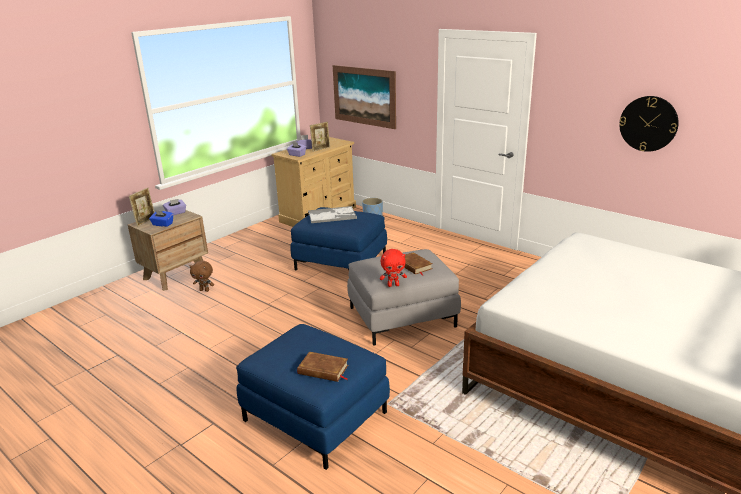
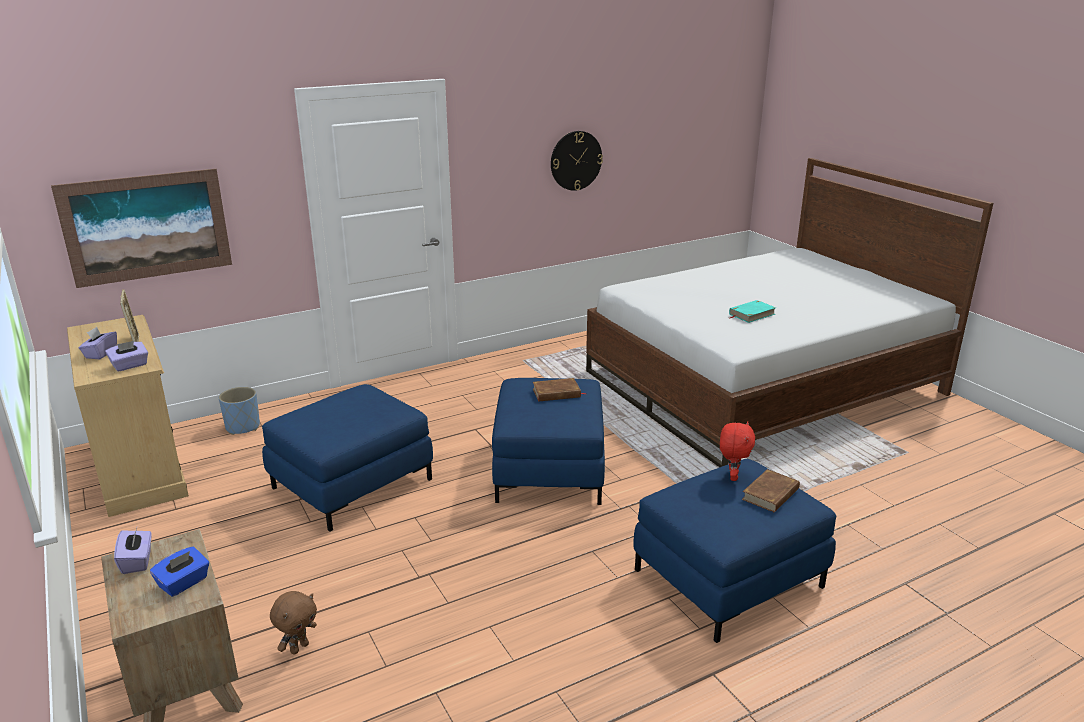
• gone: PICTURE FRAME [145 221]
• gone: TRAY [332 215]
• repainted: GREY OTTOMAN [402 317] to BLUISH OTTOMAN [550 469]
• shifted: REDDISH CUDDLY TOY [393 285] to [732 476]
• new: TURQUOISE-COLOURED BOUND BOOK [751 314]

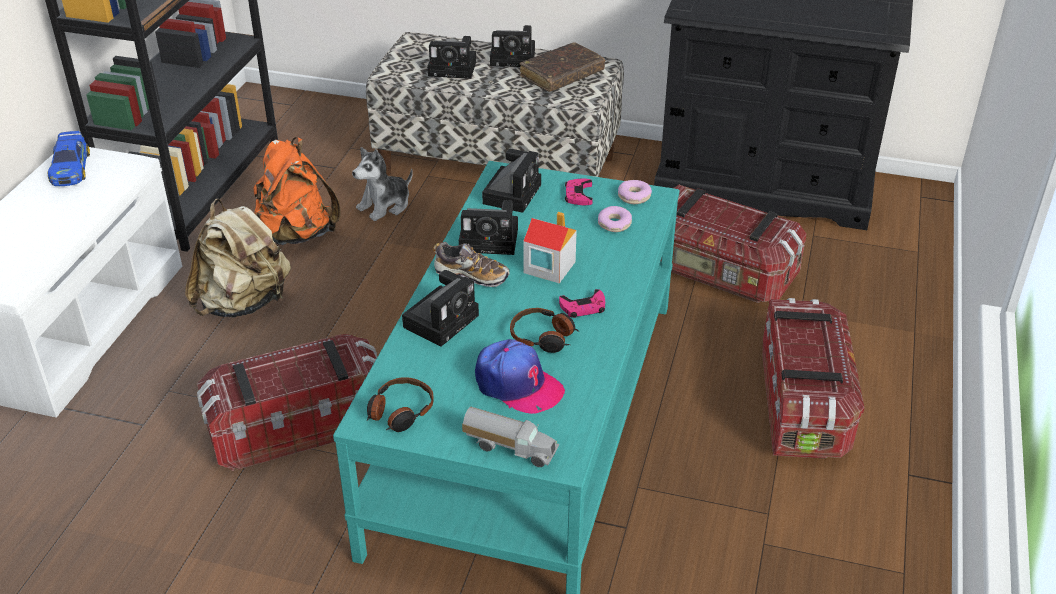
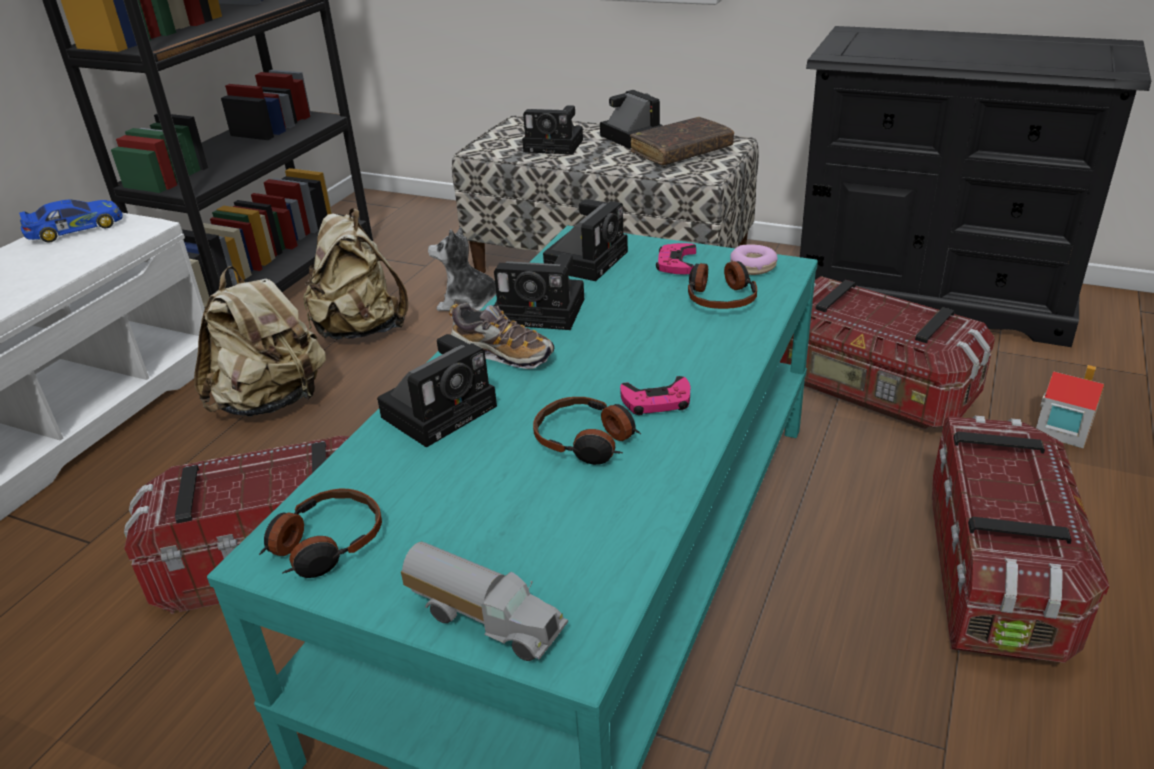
• rotated: PHOTO CAMERA [515 58] = [629 136] 135 degrees counterclockwise
• rotated: MODEL CAR [70 168] = [75 229] 120 degrees counterclockwise
• repainted: ORANGEY KNAPSACK [296 234] to BEIGE KNAPSACK [360 329]
• rotated: CUDDLY TOY [385 206] = [469 304] 45 degrees clockwise
• swapped: DONUT [614 224] to PAIR OF HEADPHONES [720 297]
• shifted: MINIATURE HOUSE [548 267] to [1062 429]
• gone: PEAKED CAP [517 385]

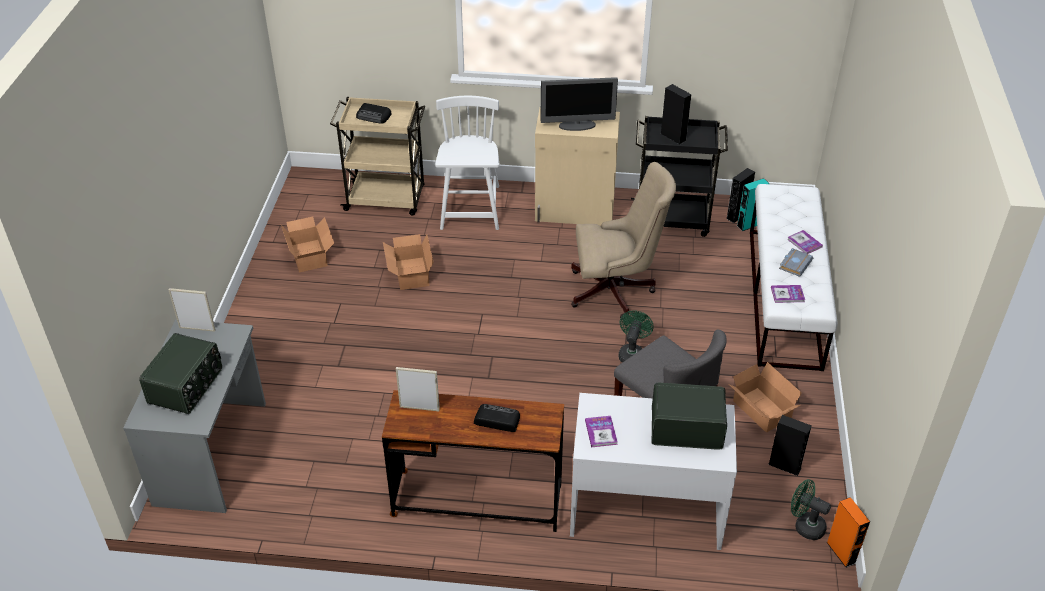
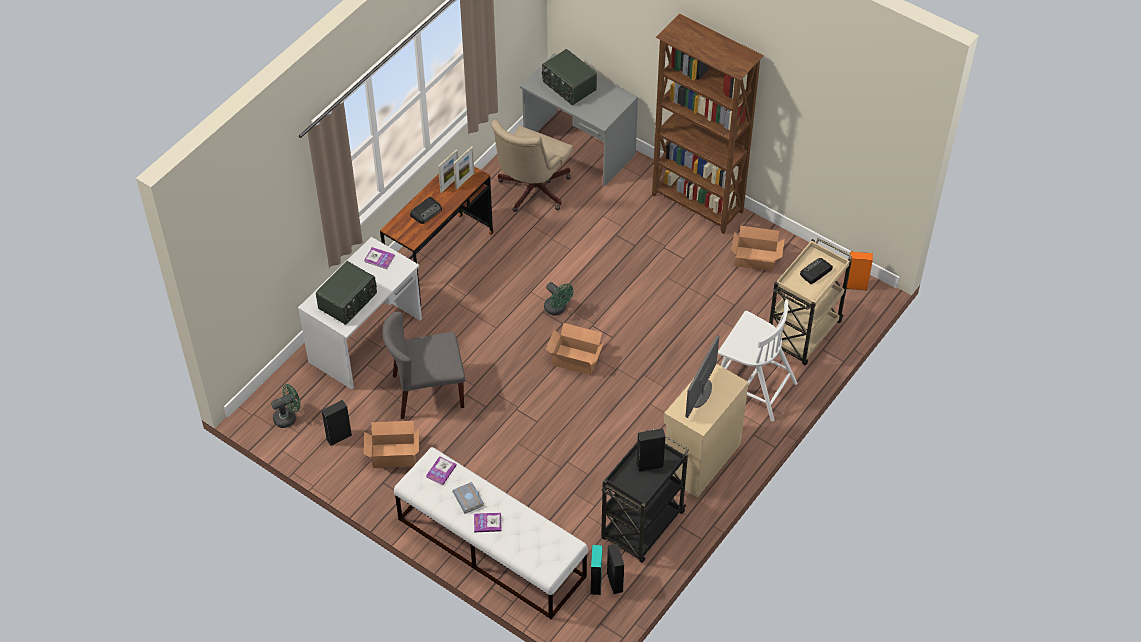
• shifted: BEIGE DESK CHAIR [616 291] to [531 191]
• shifted: PACKING BOX [410 274] to [575 358]
• shifted: PICTURE FRAME [197 329] to [449 184]
• shifted: GREEN FAN [632 353] to [557 309]
• shifted: ORANGEY LOUDSPEAKER [841 552] to [855 286]
• new: BROWN BOOKCASE [697 204]

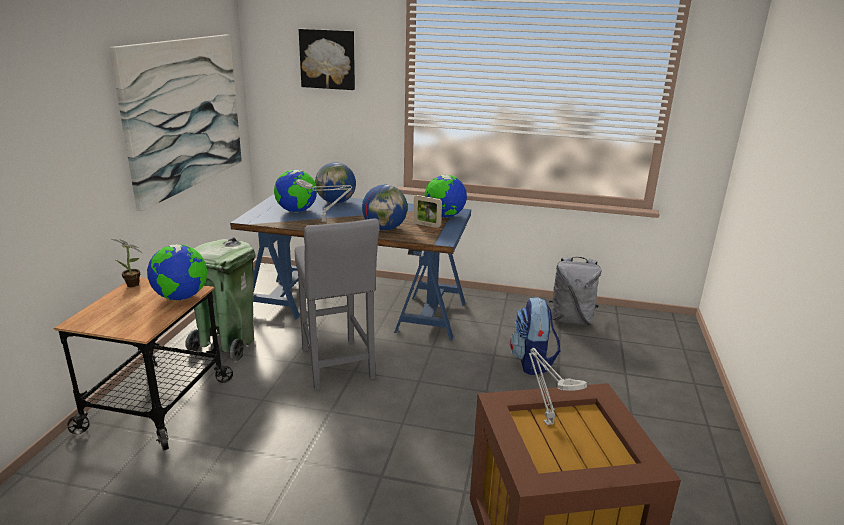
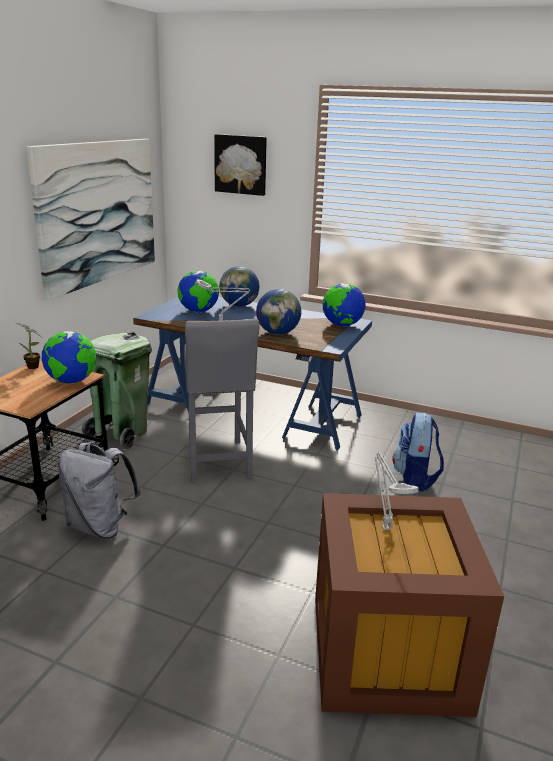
• gone: PICTURE FRAME [426 225]
• shifted: GREY KNAPSACK [571 319] to [100 526]

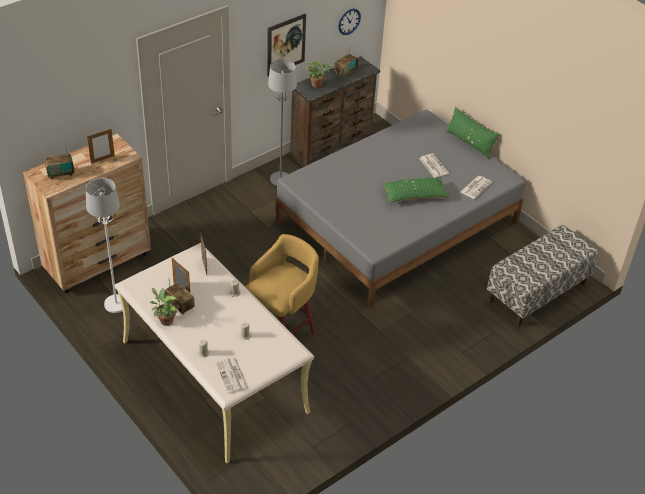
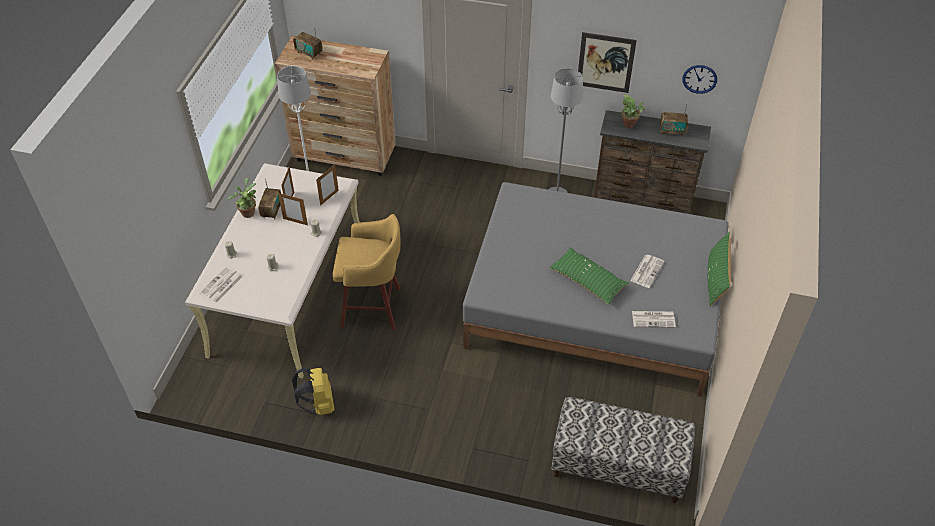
• shifted: PICTURE FRAME [102 159] to [295 222]
• new: YELLOW-COLOURED KNAPSACK [318 404]

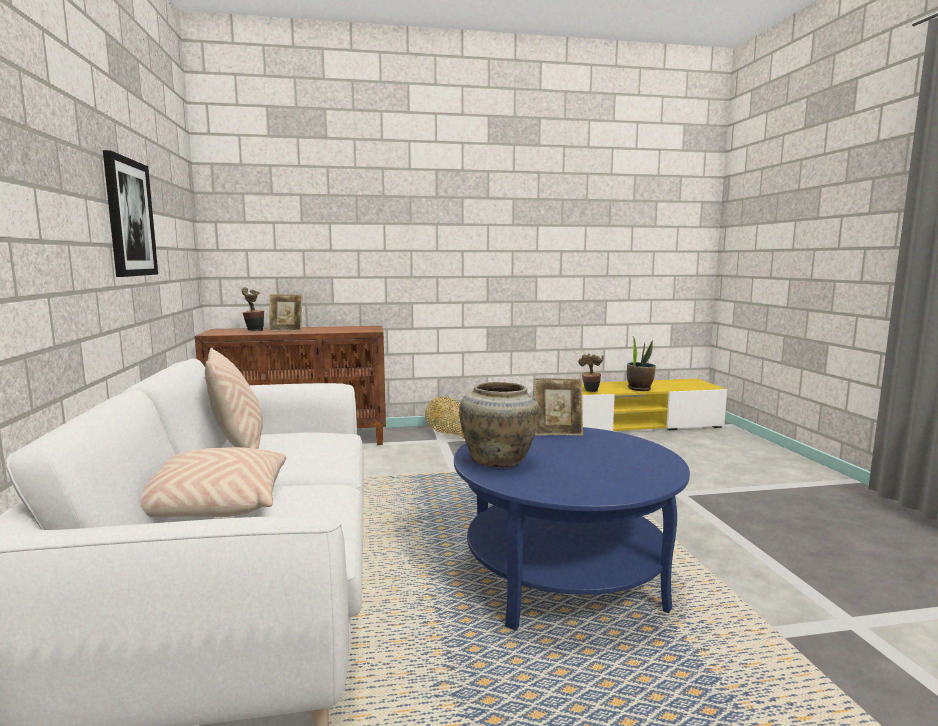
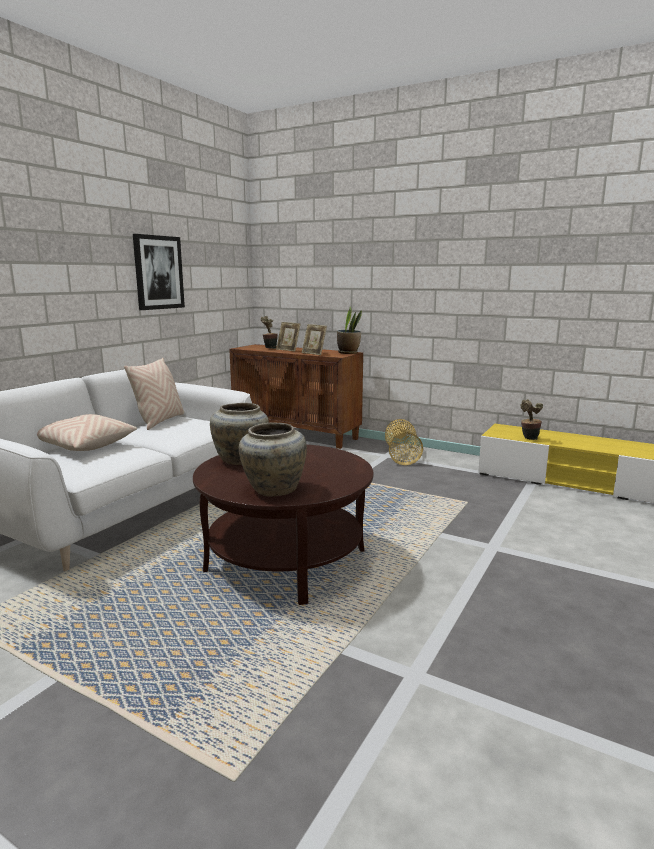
• shifted: HOUSEPLANT [639 389] to [348 352]
• shifted: PICTURE FRAME [557 433] to [314 353]
• repainted: BLUISH LOUNGE TABLE [563 575] to BROWN LOUNGE TABLE [286 560]
• new: BEIGE VASE [273 490]

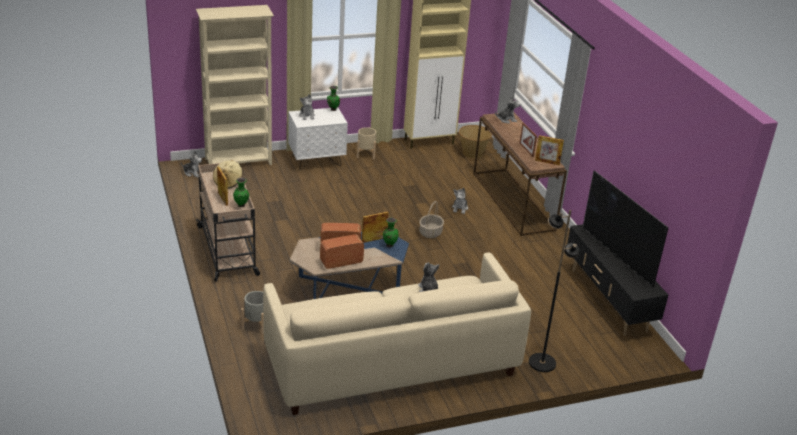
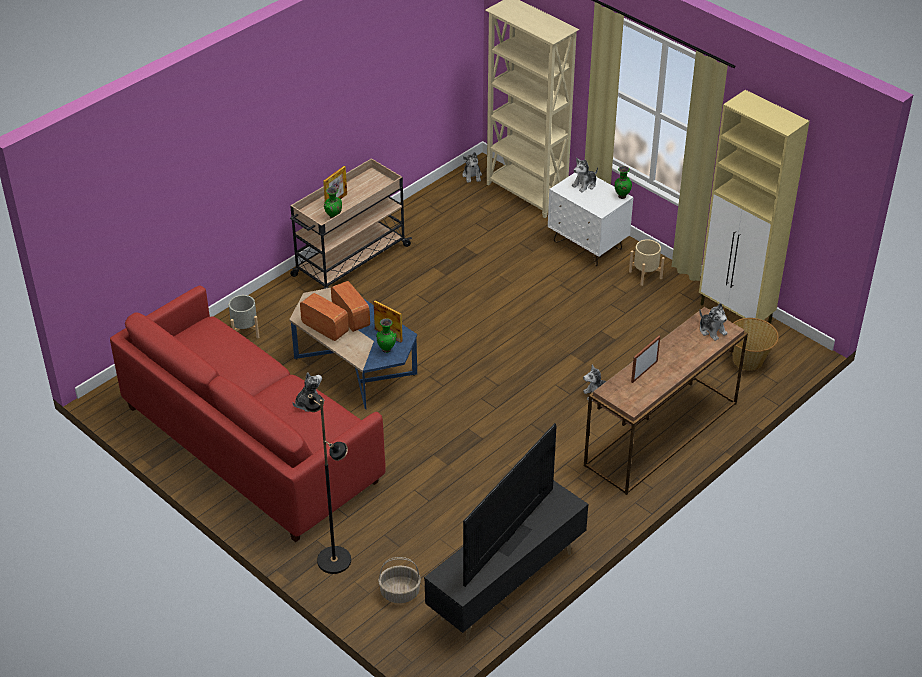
• gone: PICTURE FRAME [547 162]
• gone: BEIGE WEARABLE HAT [228 182]
• shifted: HOUSEHOLD BASKET [430 233] to [400 592]
• repainted: BEIGE COUCH [391 363] to REDDISH COUCH [251 444]

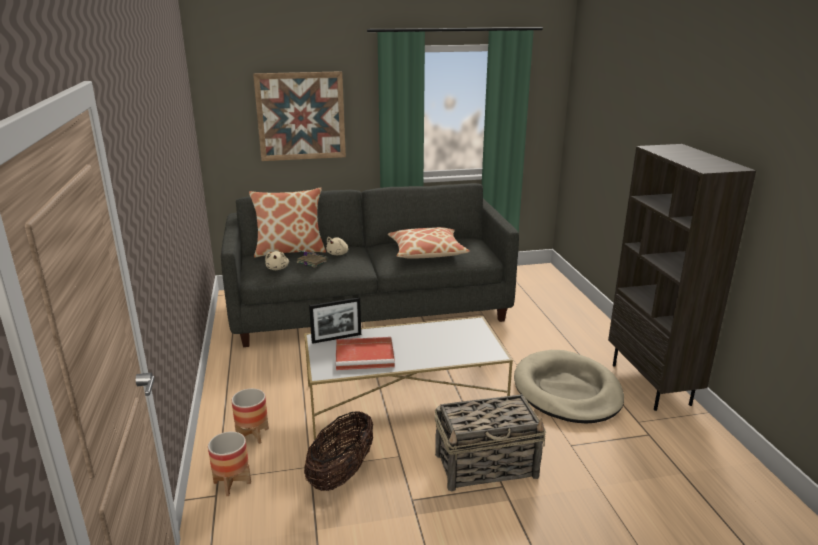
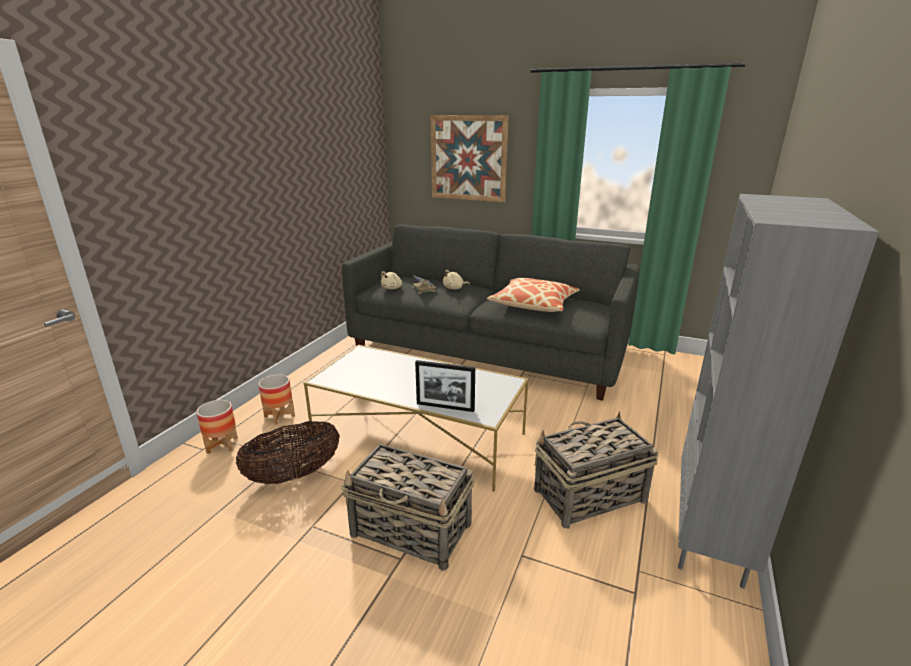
• repainted: BROWN BOOKCASE [651 384] to GREY BOOKCASE [711 535]
• gone: CUSHION [290 250]
• shifted: PICTURE FRAME [336 338] to [445 407]
• gone: REDDISH TRAY [366 356]
• swapped: BEIGE DOG CUSHION [567 391] to HOUSEHOLD BASKET [588 495]

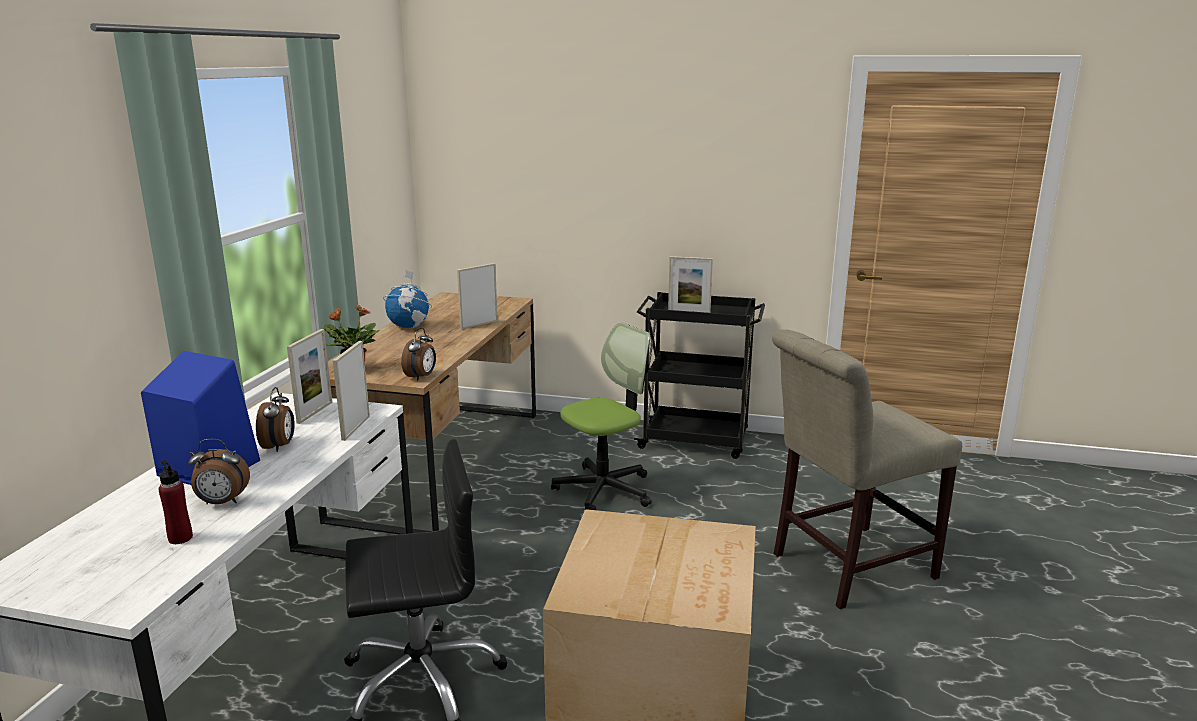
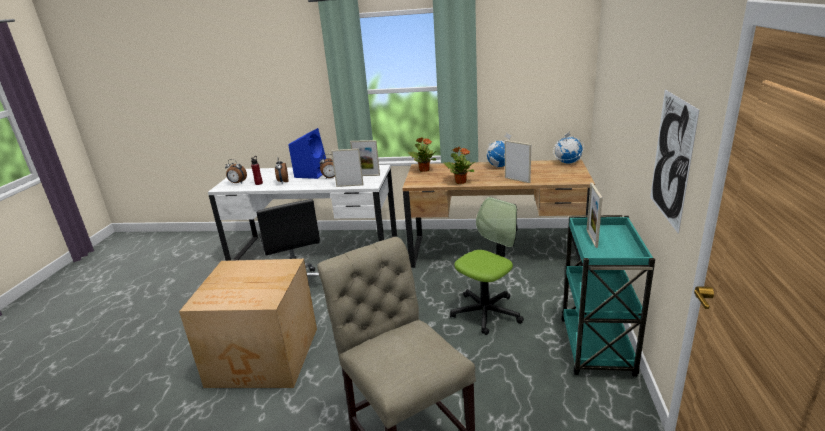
• repainted: BLACK-COLOURED WHEELED CART [696 440] to TURQUOISE-COLOURED WHEELED CART [596 348]
• rotated: DESK CHAIR [604 490] = [486 312] 90 degrees counterclockwise
• shifted: TABLE CLOCK [421 377] to [237 183]
• new: PICTURE [671 159]
• new: WORLD GLOBE [567 163]
• new: HOUSEPLANT [460 182]

